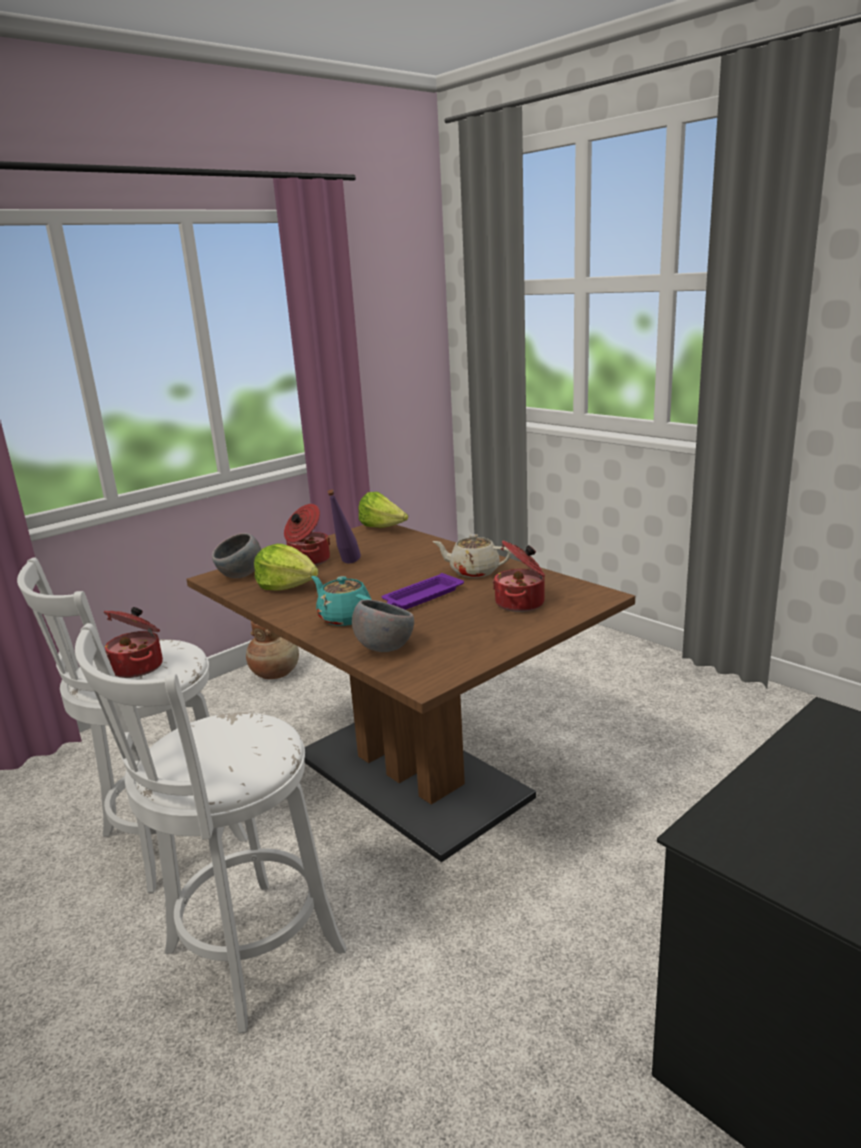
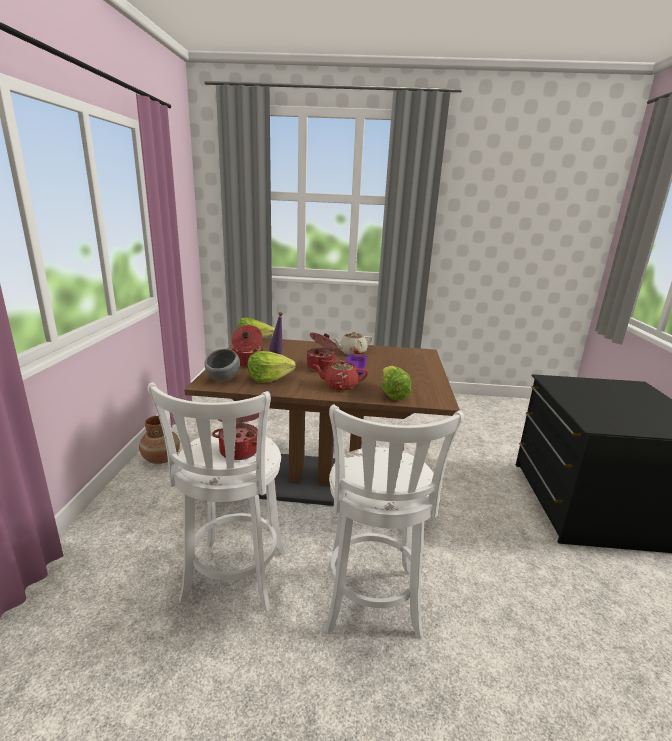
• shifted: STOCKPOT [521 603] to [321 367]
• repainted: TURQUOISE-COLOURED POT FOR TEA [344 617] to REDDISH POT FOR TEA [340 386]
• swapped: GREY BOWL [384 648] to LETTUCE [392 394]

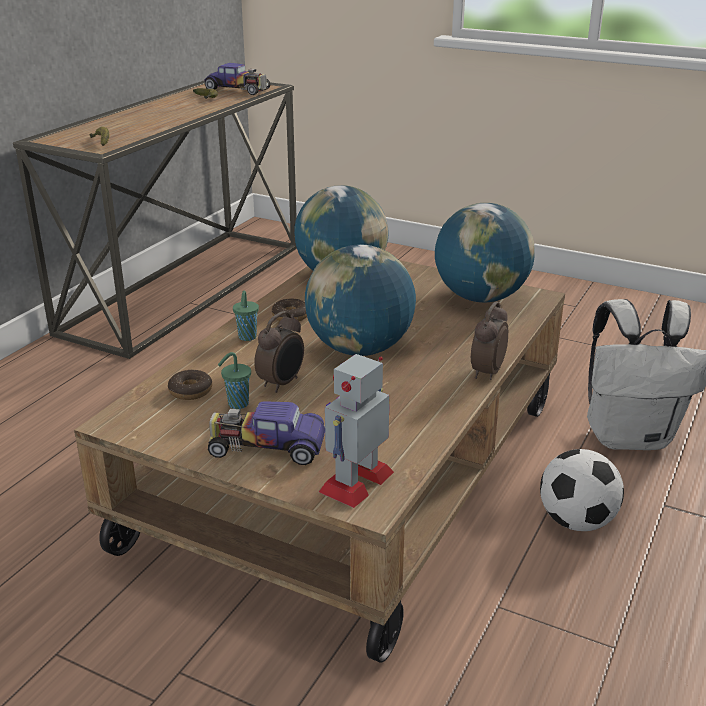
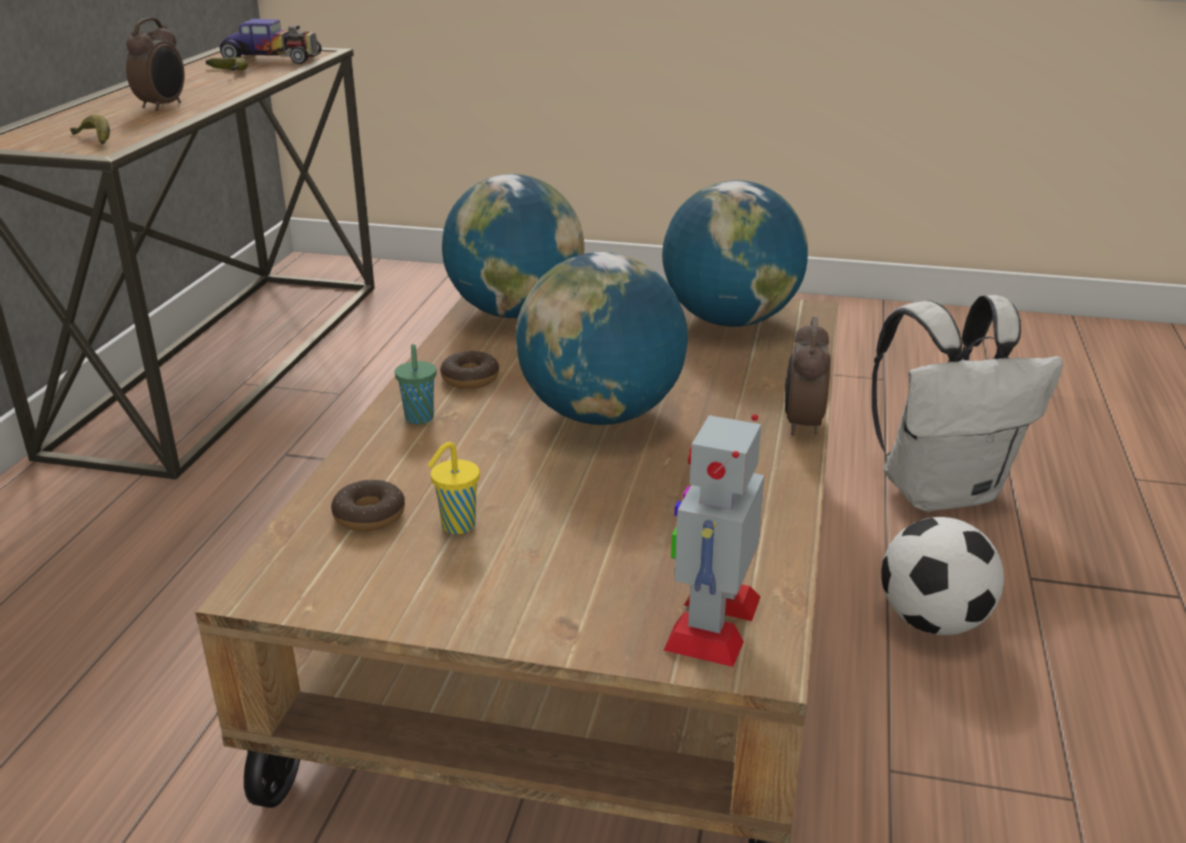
• shifted: TABLE CLOCK [282 383] to [163 106]
• repainted: GREEN CUP [237 404] to YELLOW-COLOURED CUP [456 526]
• gone: MODEL CAR [266 445]

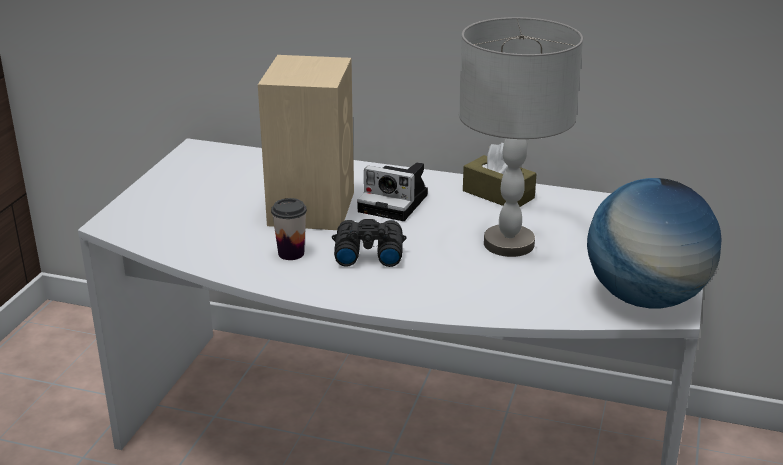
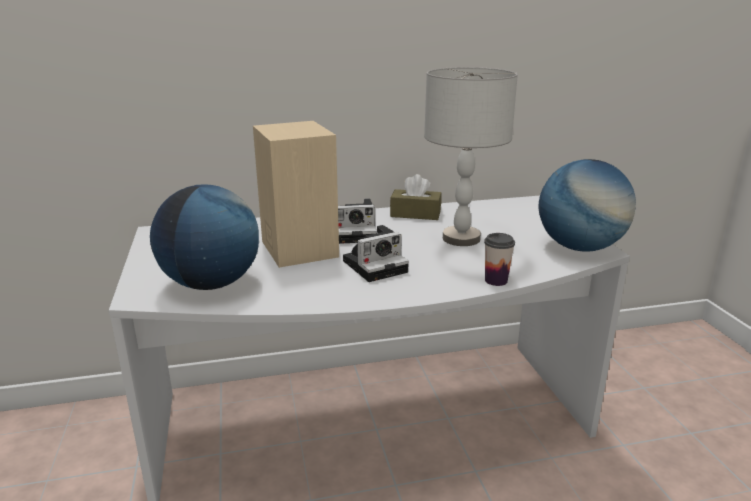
• shifted: CUP [291 253] to [496 280]
• swapped: BLACK-COLOURED PAIR OF BINOCULARS [367 252] to PHOTO CAMERA [376 265]
• new: WORLD GLOBE [211 284]

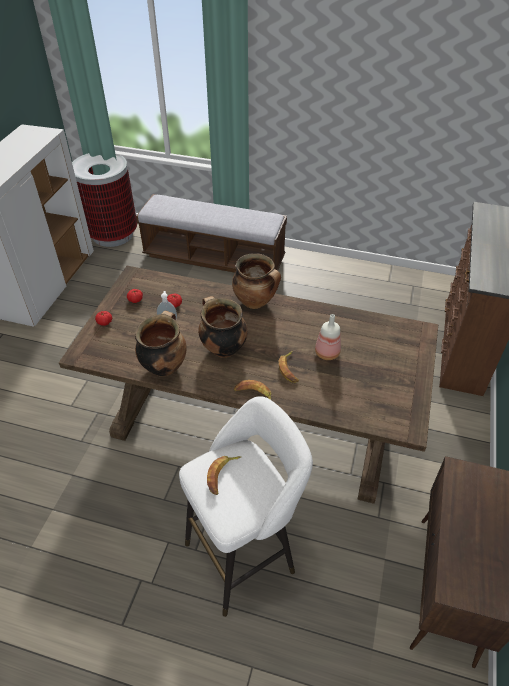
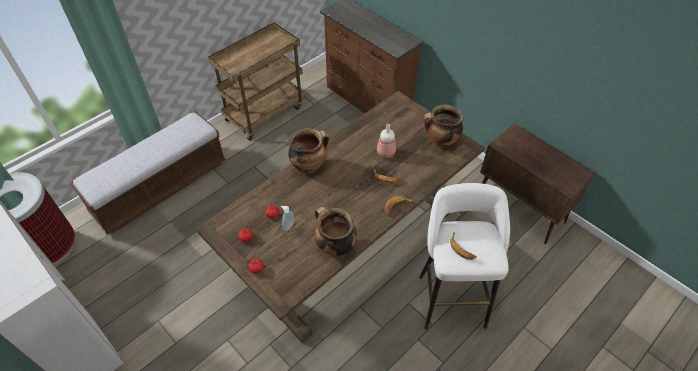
• shifted: STOCKPOT [222 348] to [440 142]
• new: BROWN WHEELED CART [264 112]

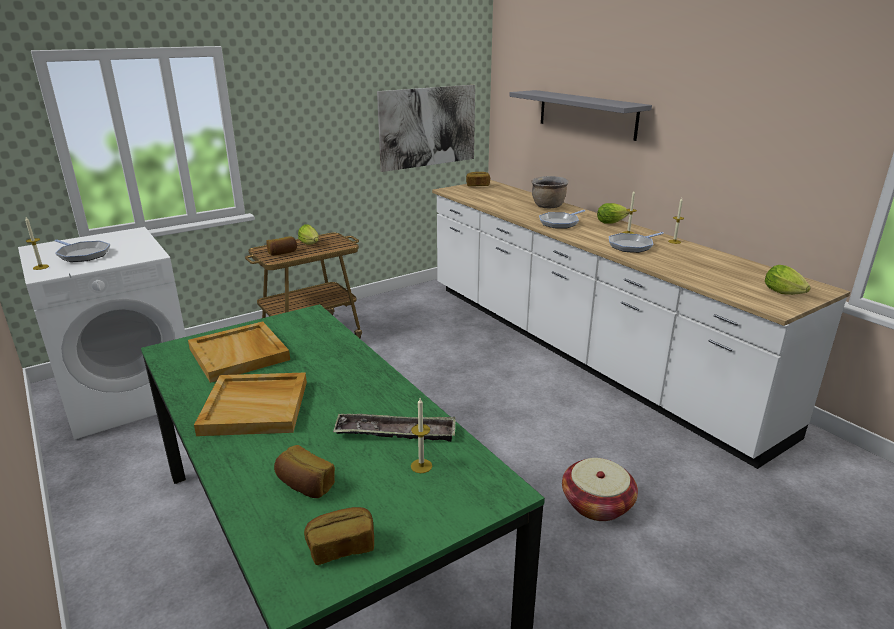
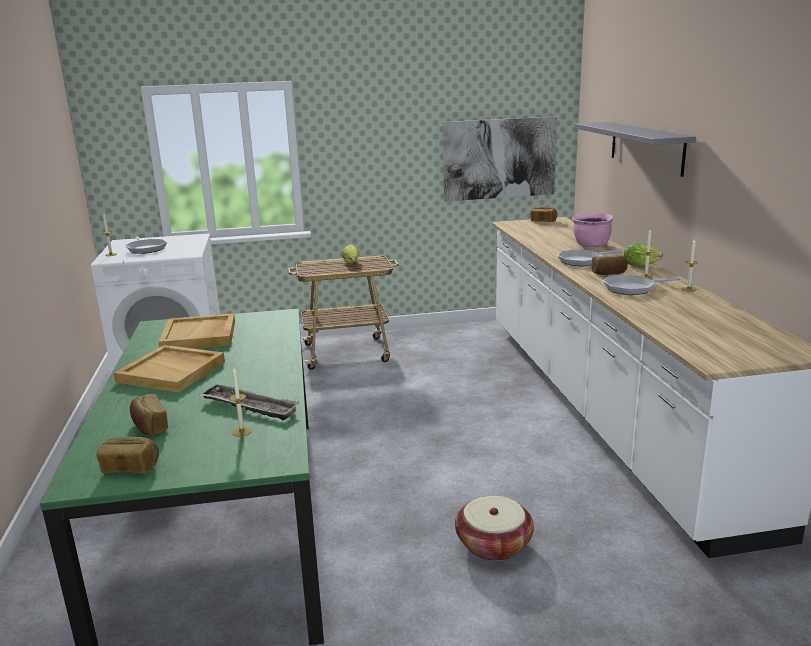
• repainted: BROWN STOCKPOT [548 206] to PINK-COLOURED STOCKPOT [591 245]
• shifted: BAKERY BREAD [282 253] to [609 273]
• gone: LETTUCE [785 294]

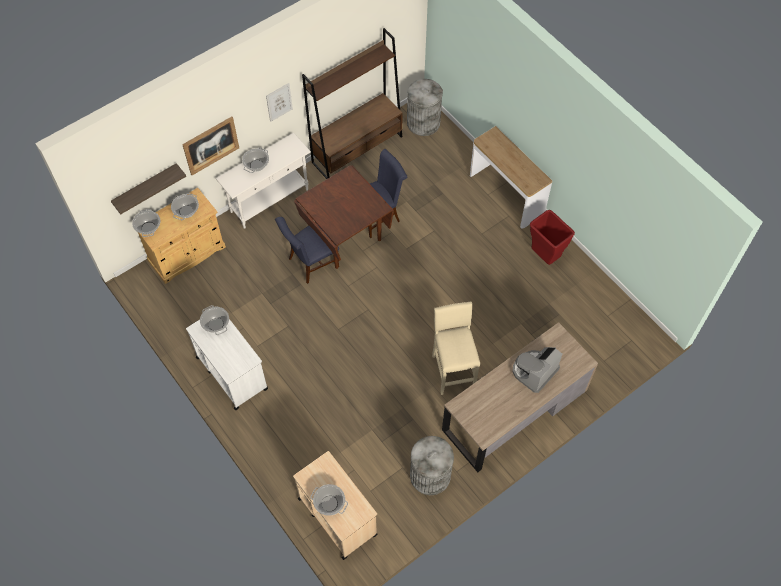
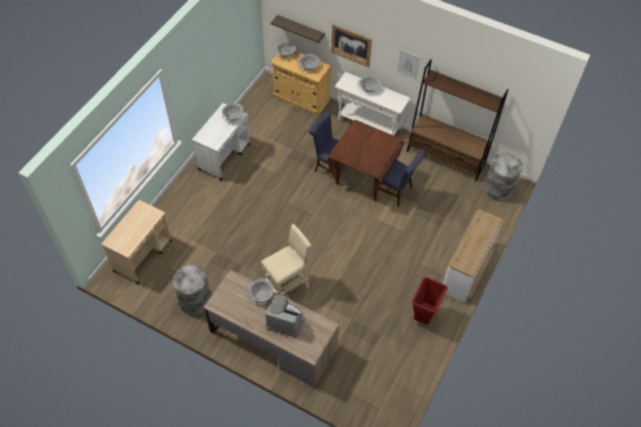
• shifted: STOCKPOT [330 503] to [261 295]

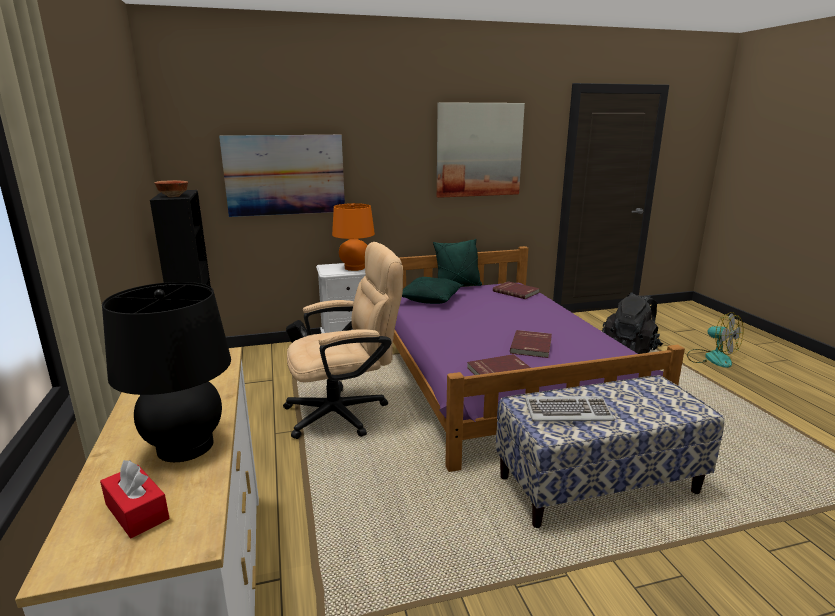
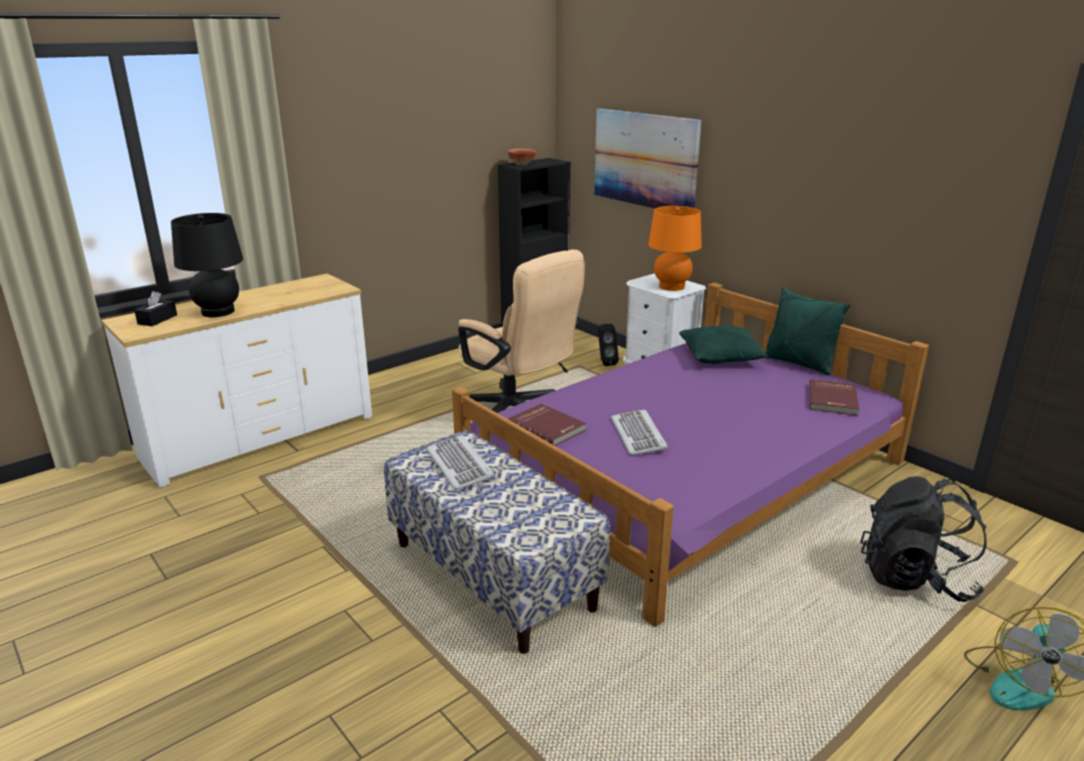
• gone: PICTURE [479 150]
• swapped: REDDISH BOUND BOOK [532 346] to PC KEYBOARD [639 435]
• repainted: REDDISH TISSUE BOX [137 511] to BLACK-COLOURED TISSUE BOX [157 319]

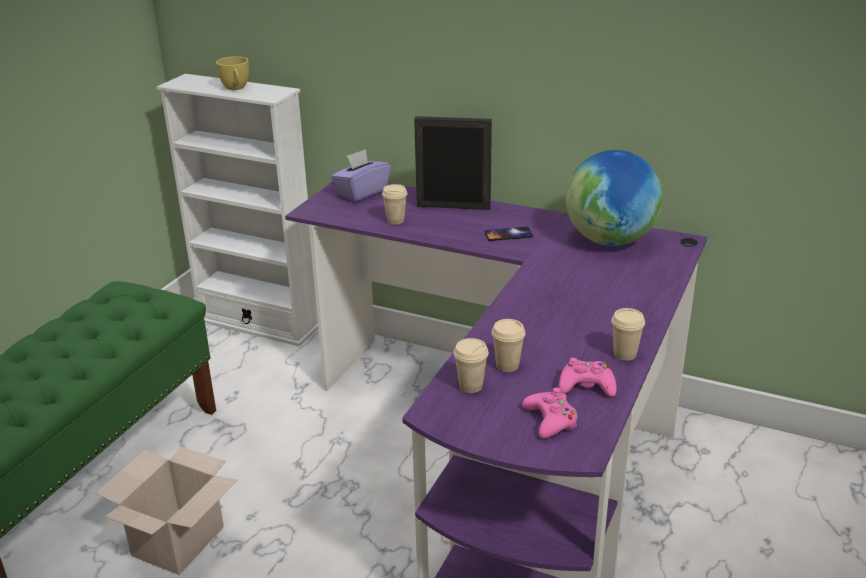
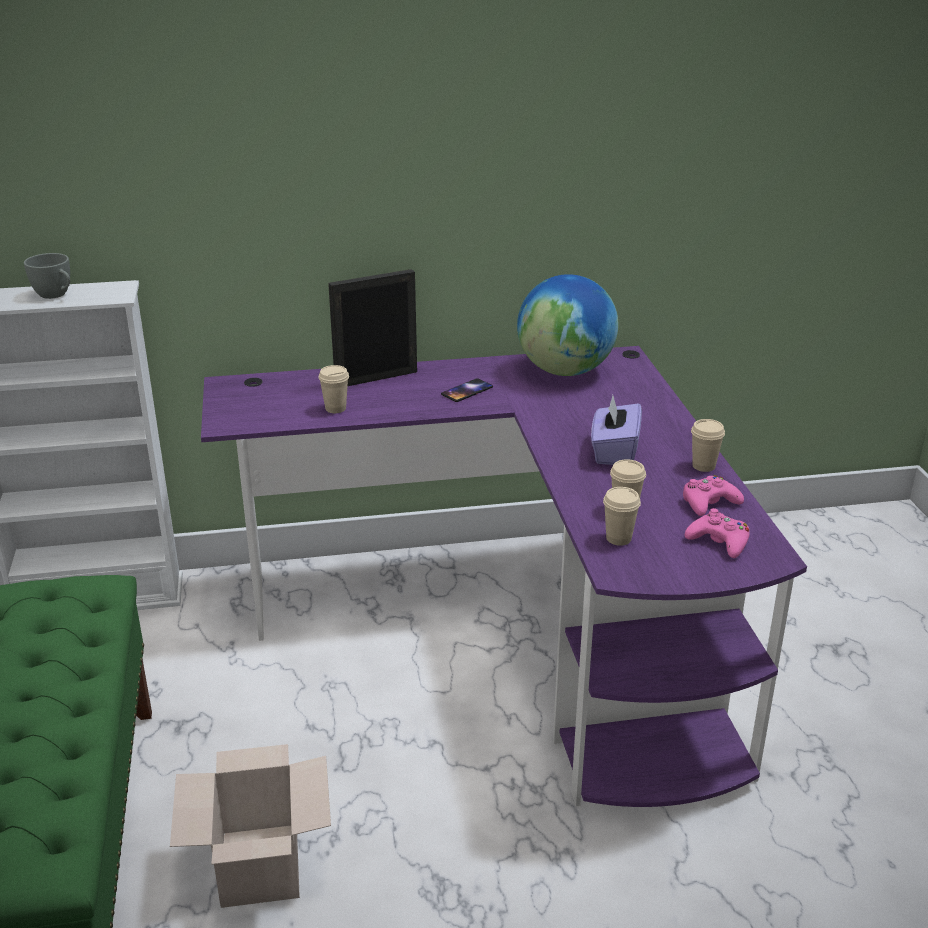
• repainted: YELLOW-COLOURED CUP [236 88] to GREY CUP [56 295]
• shifted: PURPLISH TISSUE BOX [362 192] to [614 452]

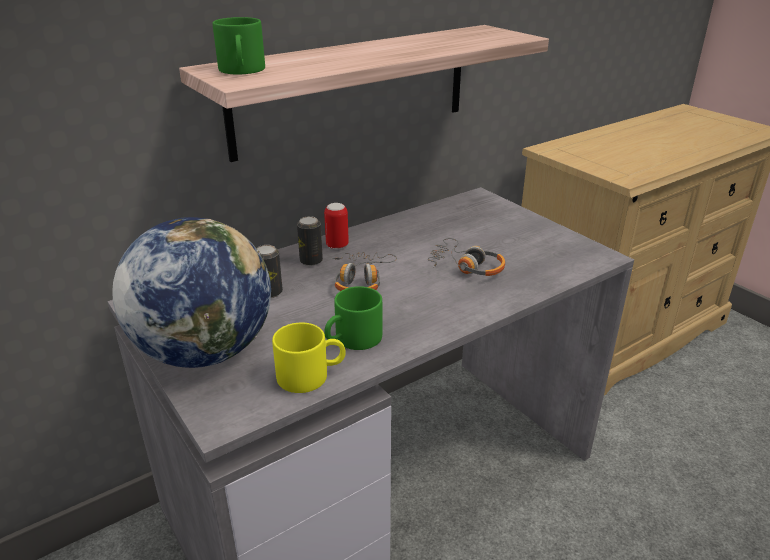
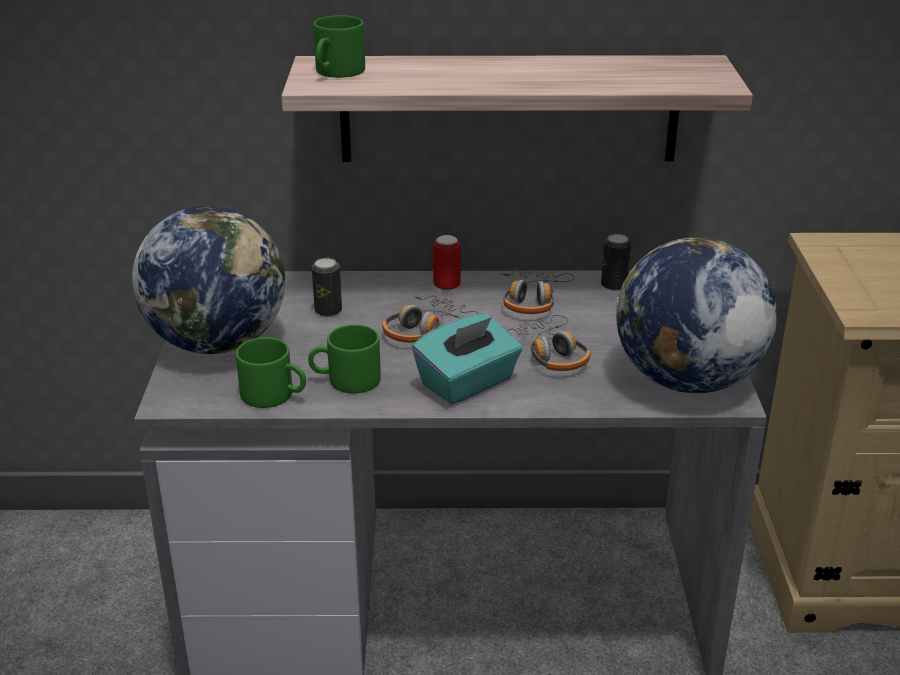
• shifted: CAN [311 261] to [614 285]
• repainted: YELLOW-COLOURED TEA MUG [311 375] to GREEN TEA MUG [275 395]
• new: WORLD GLOBE [685 380]
• new: PAIR OF HEADPHONES [532 300]
• new: TURQUOISE-COLOURED TISSUE BOX [468 383]

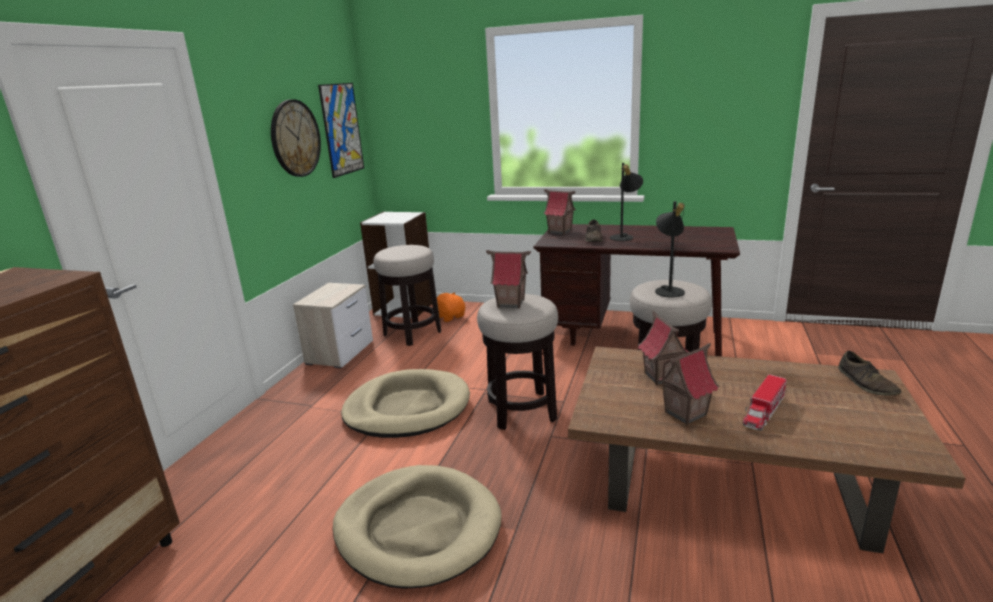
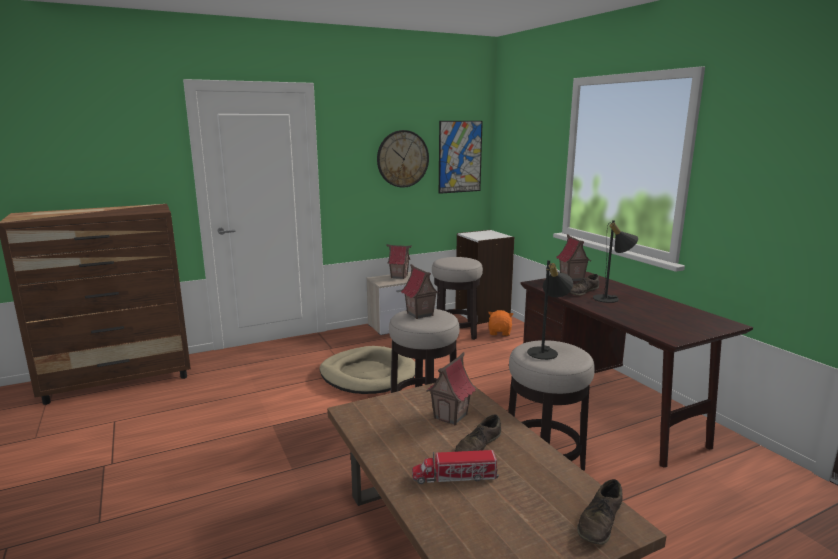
• shifted: MINIATURE HOUSE [685 413] to [399 276]
• gone: BEIGE DOG CUSHION [418 528]
• new: BROWN ITEM OF FOOTWEAR [478 446]

